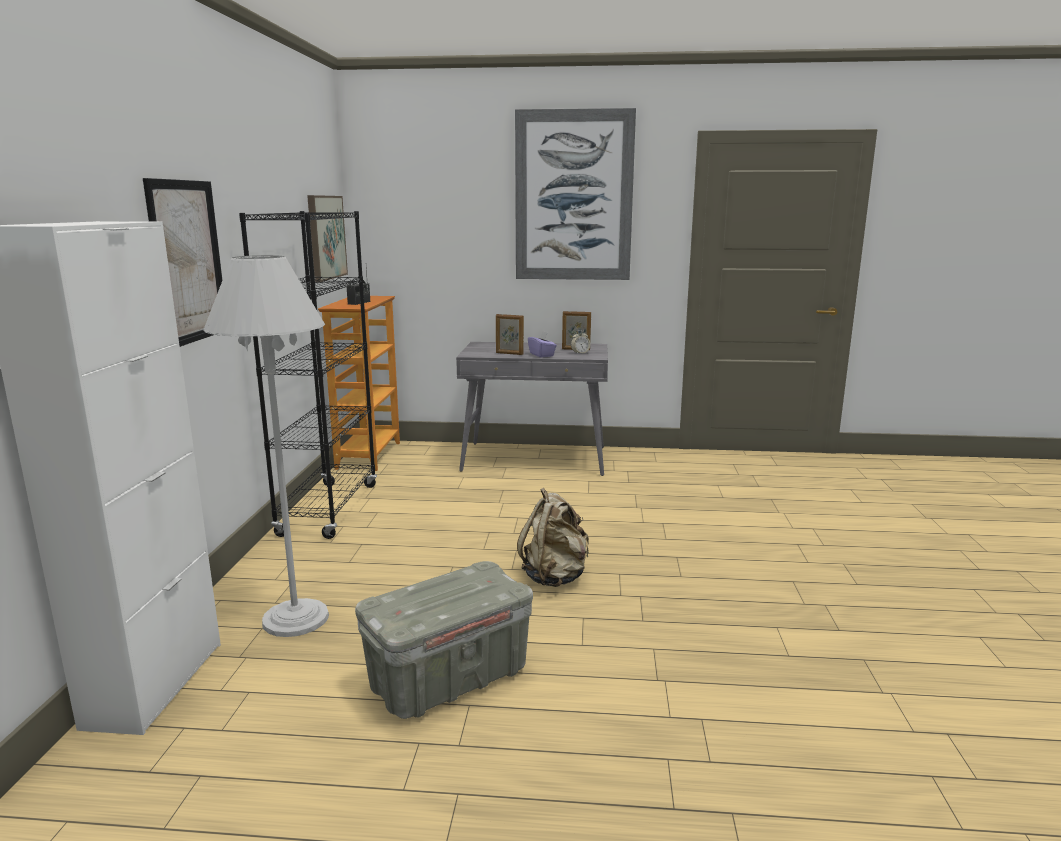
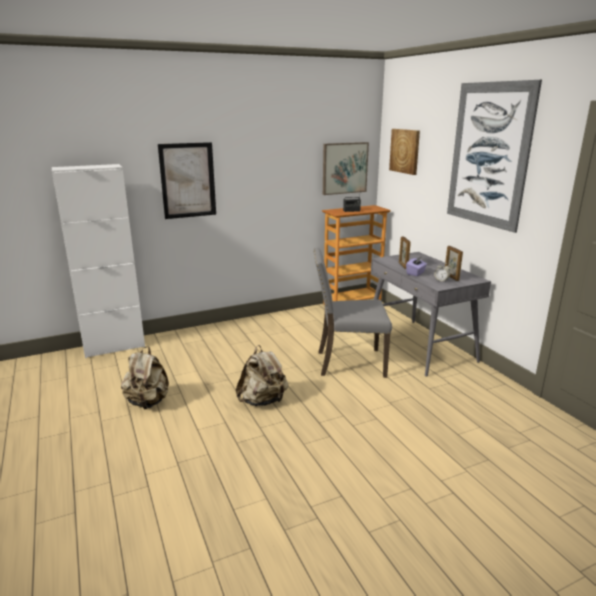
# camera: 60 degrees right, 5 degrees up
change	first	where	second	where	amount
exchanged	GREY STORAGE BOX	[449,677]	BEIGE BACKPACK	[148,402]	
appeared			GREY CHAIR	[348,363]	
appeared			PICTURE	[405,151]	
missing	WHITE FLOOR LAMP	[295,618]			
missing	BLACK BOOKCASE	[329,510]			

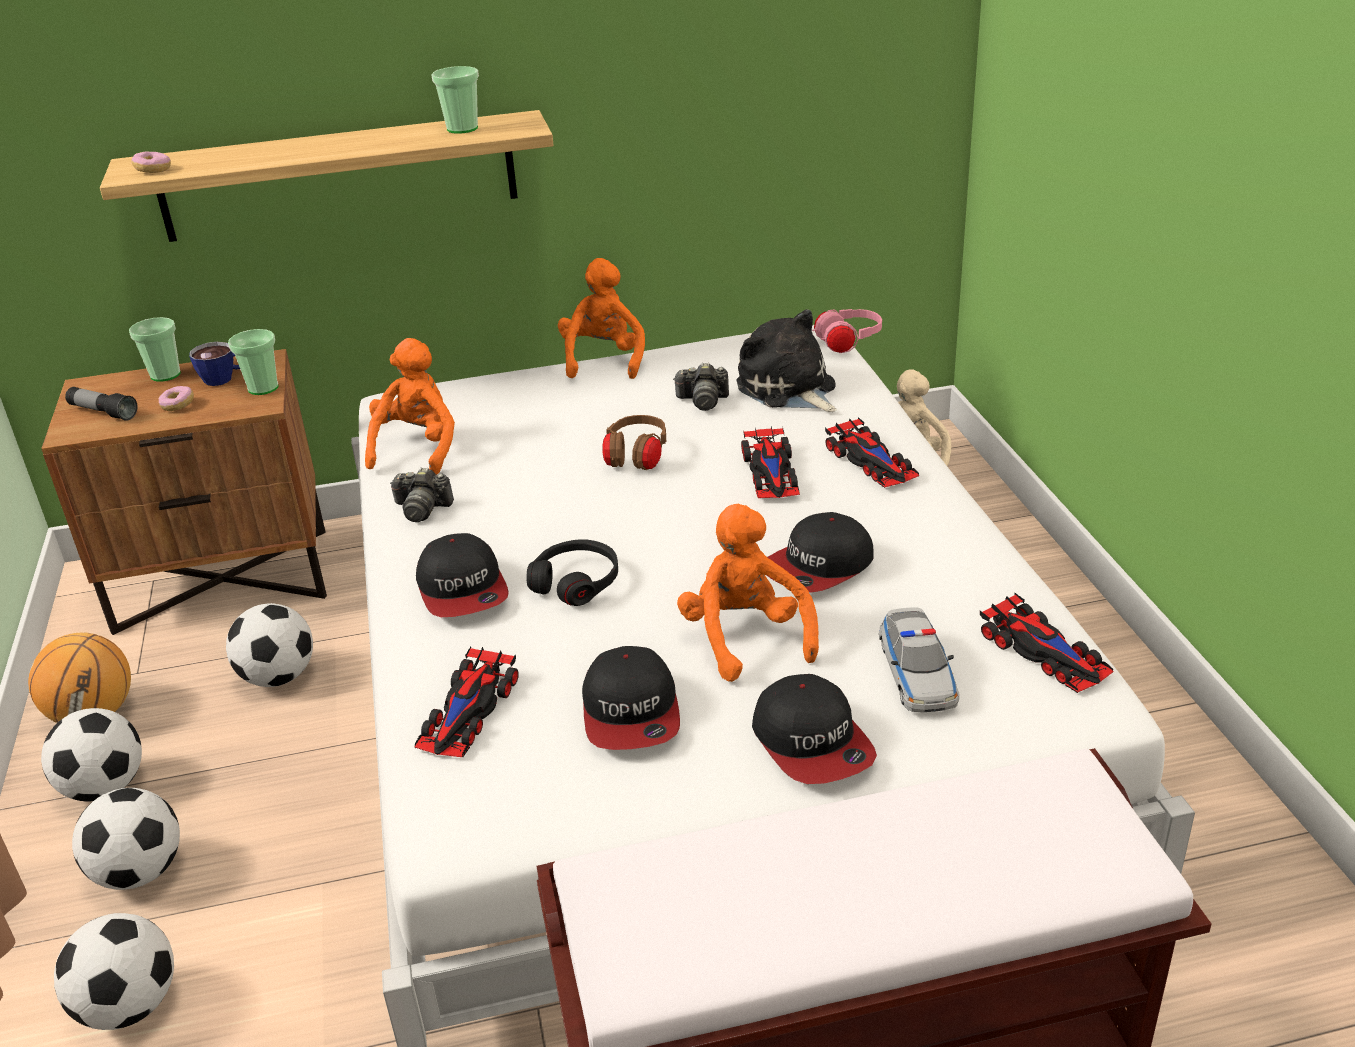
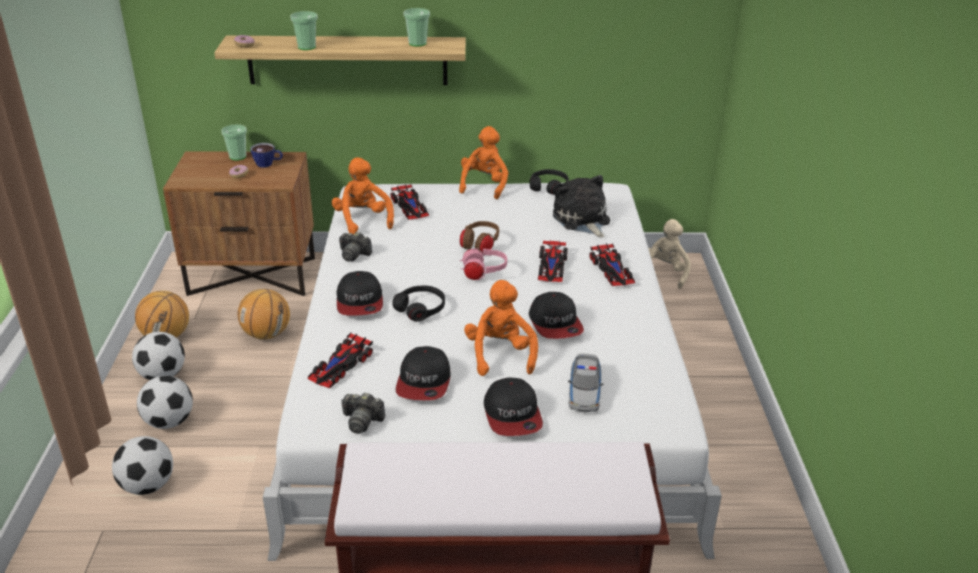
# camera: 10 degrees right, 0 degrees up
change	first	where	second	where	amount
exchanged	FOOTBALL	[278,677]	BASKETBALL	[267,334]	
relocated	CUP	[263,388]		[306,47]	
spun	ORANGE PLUSH TOY	[417,448]		[363,220]	45 degrees counterclockwise
relocated	PHOTO CAMERA	[703,401]		[362,421]	
relocated	TOY CAR	[1044,652]		[410,207]	
relocated	PINK HEADPHONES	[847,344]		[483,273]	
spun	CAP	[818,567]		[556,324]	75 degrees counterclockwise
appeared			BLACK HEADPHONES	[548,187]	
missing	FLASHLIGHT	[103,412]			

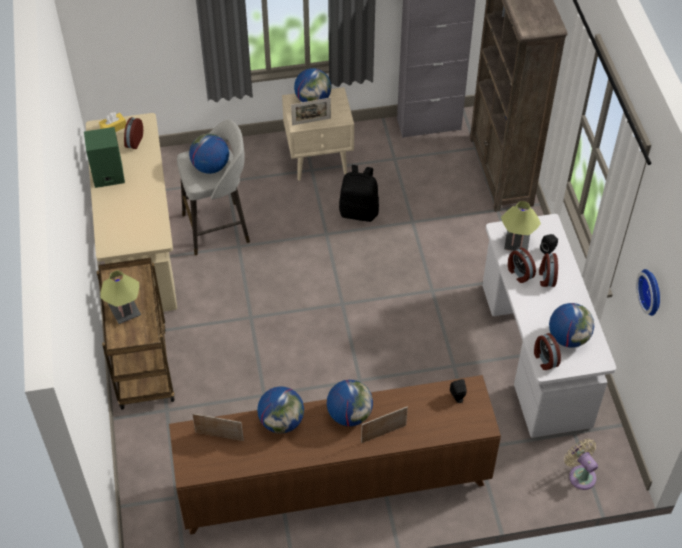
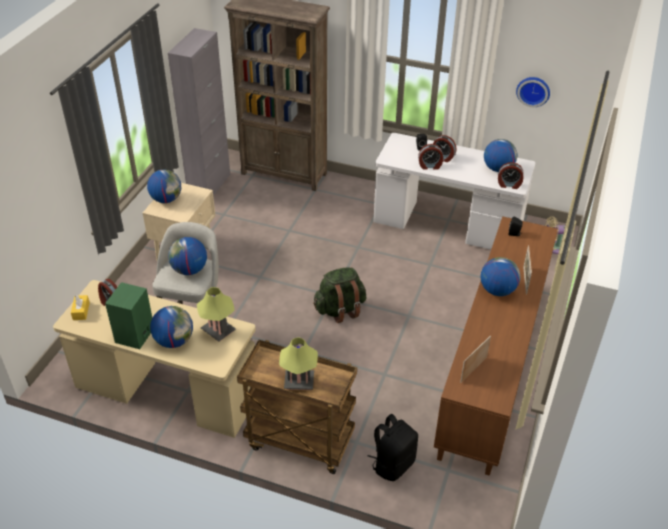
# camera: 60 degrees left, 10 degrees down
change	first	where	second	where	amount
relocated	GLOBE	[281,421]		[174,341]	
relocated	TABLE LAMP	[517,242]		[218,331]	
appeared			GREEN BACKPACK	[340,309]	
relocated	BLACK BACKPACK	[359,211]		[392,464]	
missing	PICTURE FRAME	[311,121]			

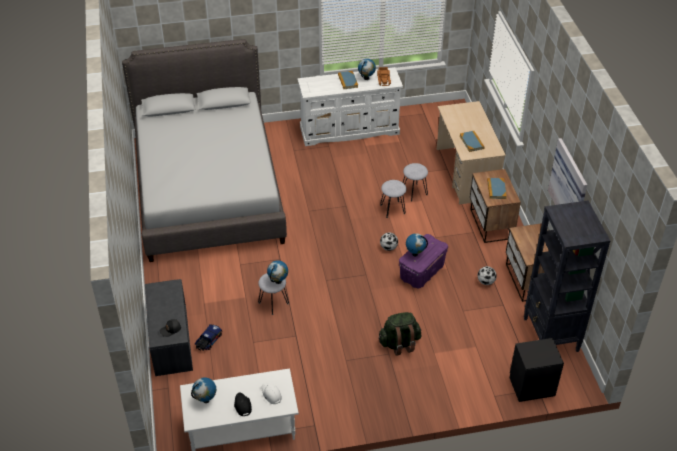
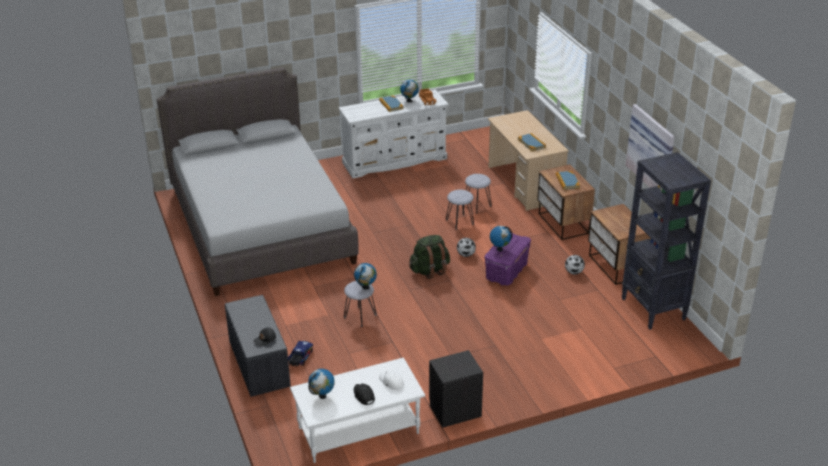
# camera: 10 degrees left, 10 degrees down
change	first	where	second	where	amount
relocated	GREEN BACKPACK	[399,343]		[430,270]	
relocated	BLACK NIGHTSTAND	[532,386]		[455,410]	

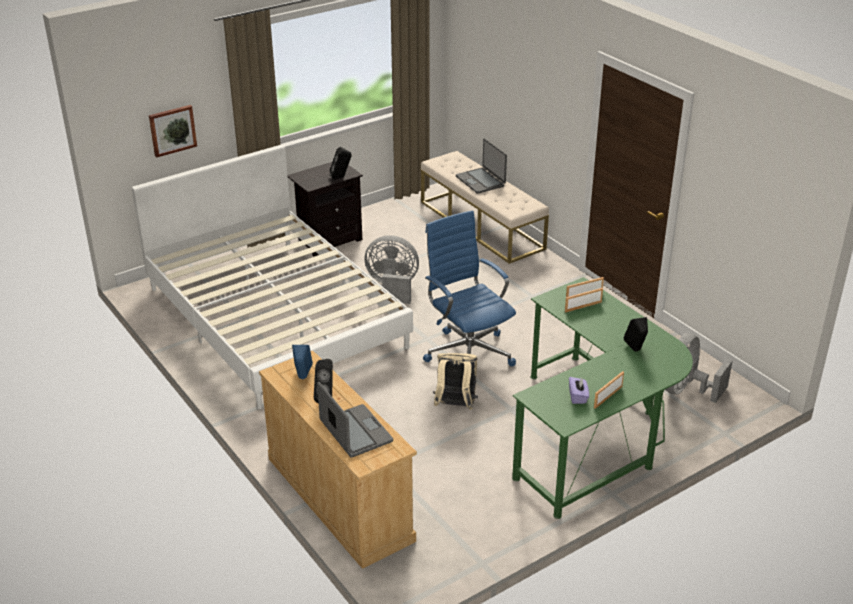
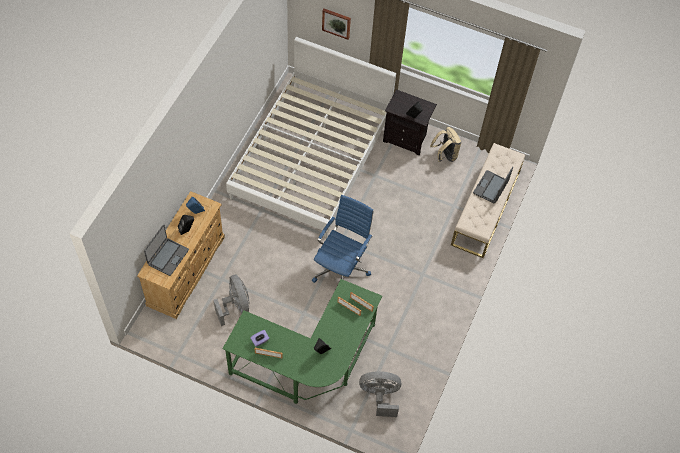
# camera: 55 degrees right, 25 degrees up
change	first	where	second	where	amount
relocated	GREY FAN	[392,288]		[235,306]	
relocated	BEIGE BACKPACK	[455,406]		[445,155]	

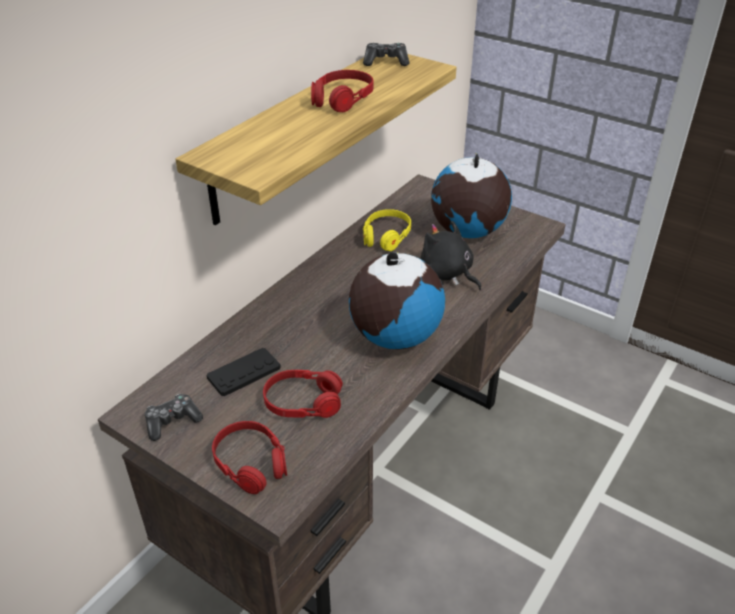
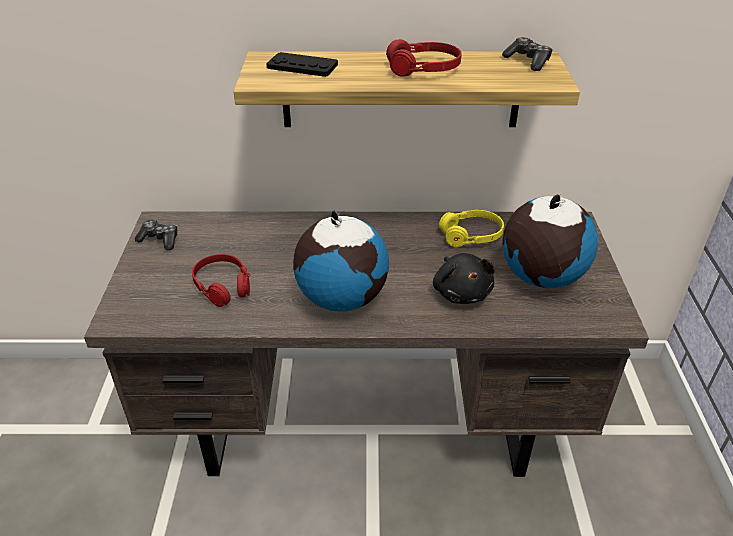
# camera: 55 degrees right, 0 degrees up
change	first	where	second	where	amount
relocated	BLACK GAME CONTROLLER	[244,373]		[302,66]	
spun	BLACK PLUSH TOY	[448,274]		[461,292]	150 degrees clockwise
missing	RED HEADPHONES	[251,463]			

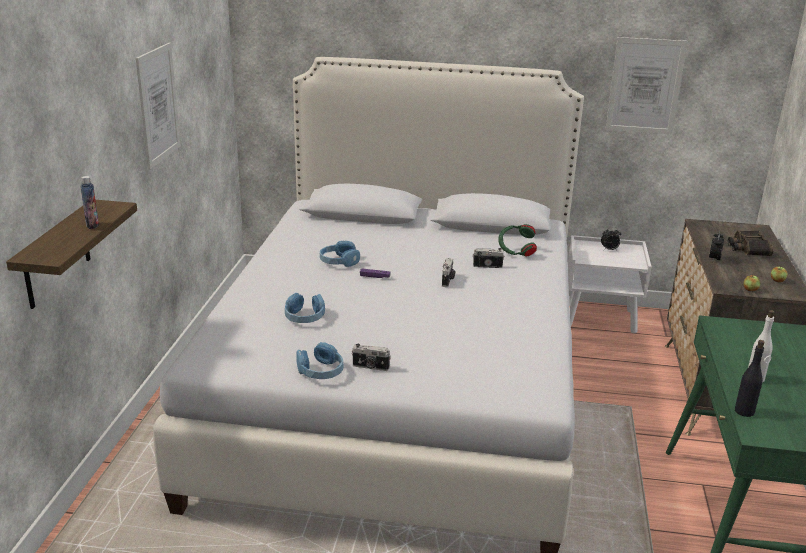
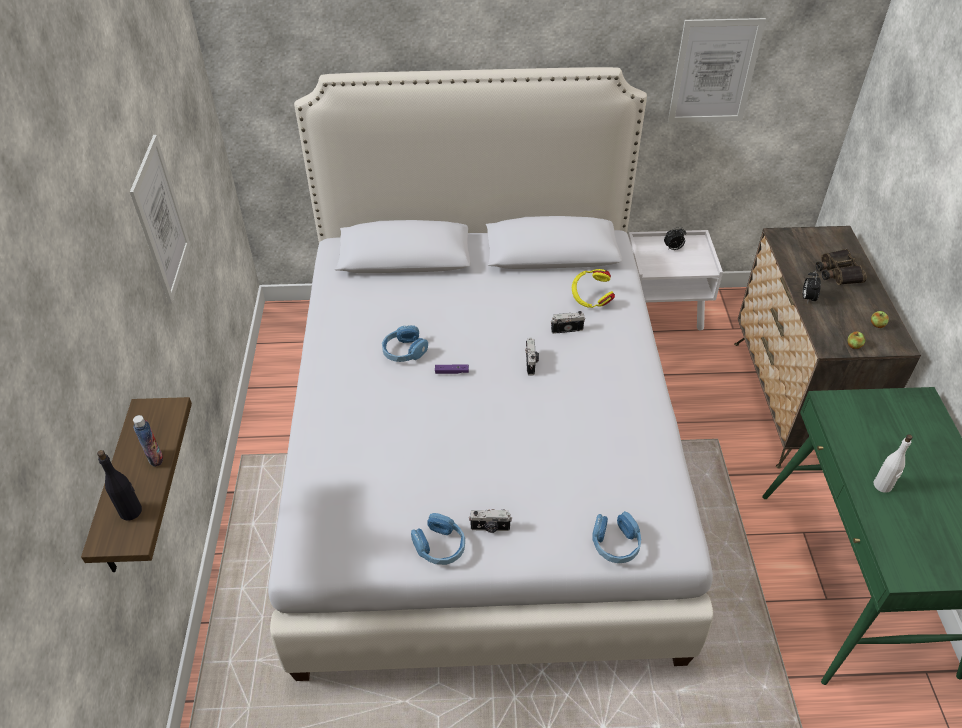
# camera: 10 degrees left, 20 degrees up
change	first	where	second	where	amount
relocated	BLACK BOTTLE	[744,411]		[131,511]	
colour	GREEN HEADPHONES	[516,252]	YELLOW HEADPHONES	[591,300]	
relocated	BLUE HEADPHONES	[304,317]		[615,543]	

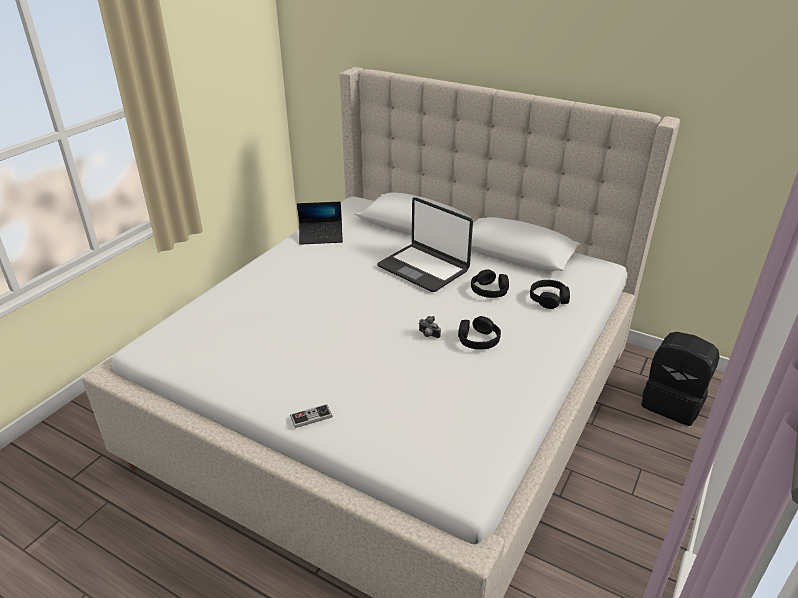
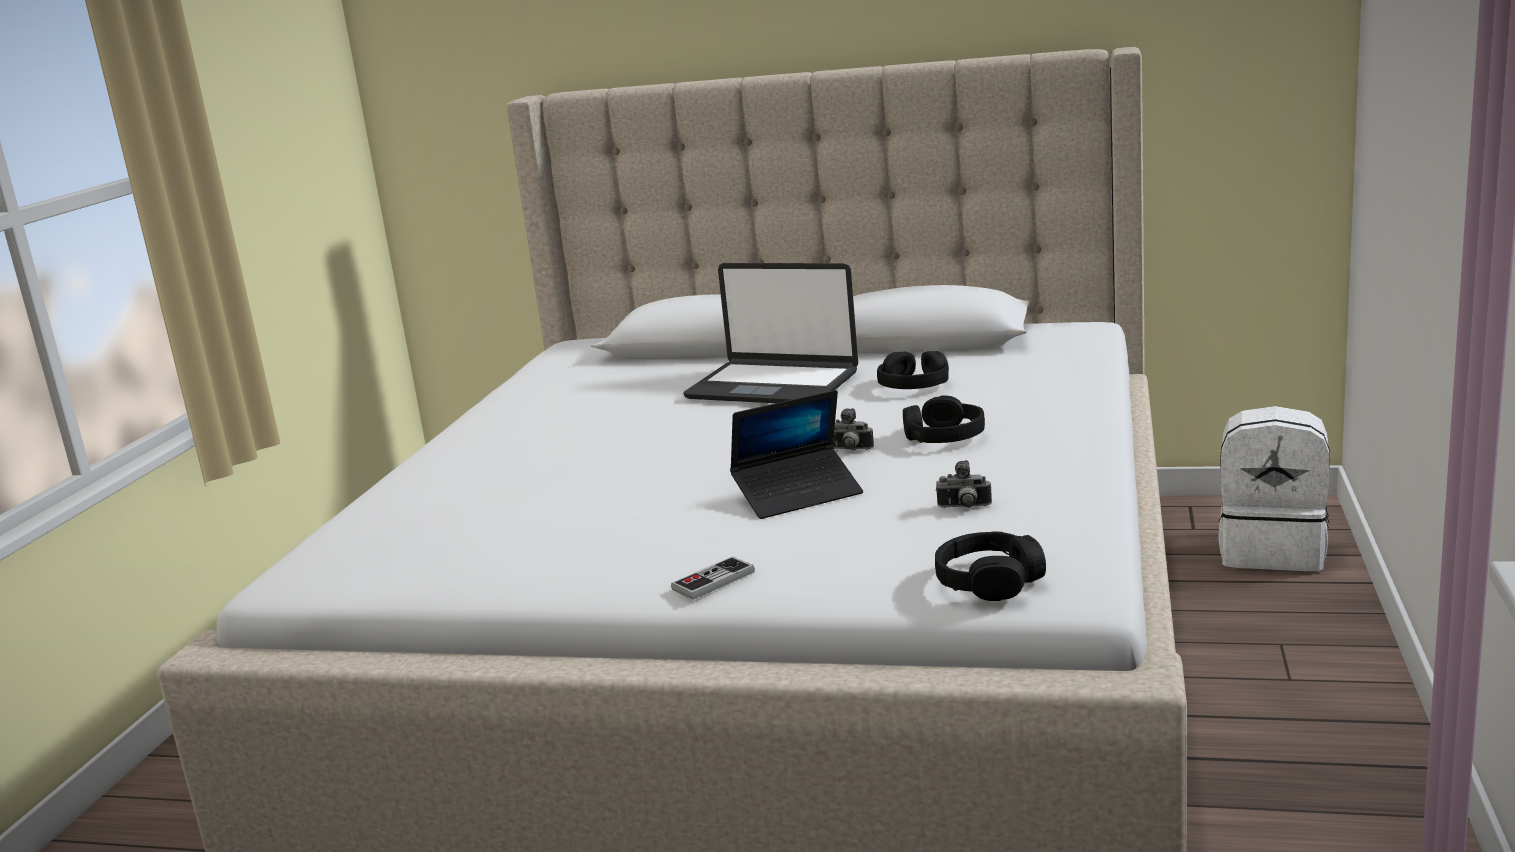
# camera: 15 degrees left, 15 degrees down
change	first	where	second	where	amount
relocated	LAPTOP	[321,237]		[798,494]	
relocated	BLACK HEADPHONES	[548,299]		[989,581]	
appeared			PHOTO CAMERA	[964,507]	
colour	BLACK BACKPACK	[673,403]	WHITE BACKPACK	[1273,551]	

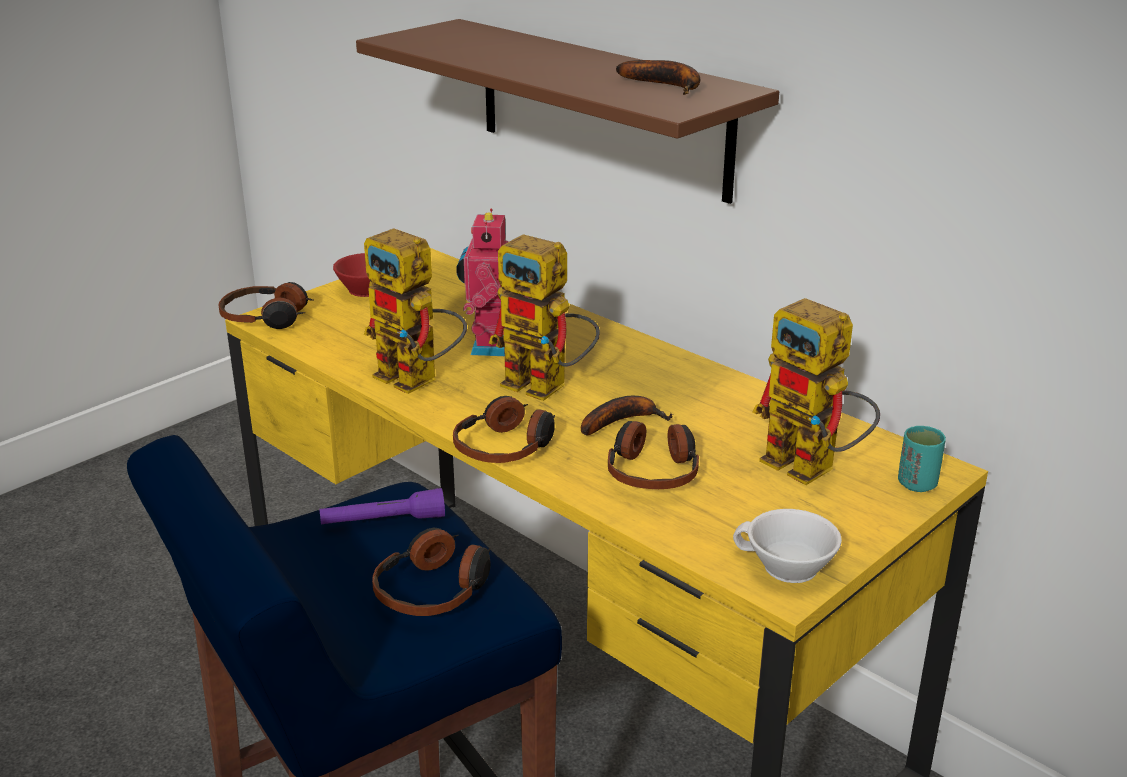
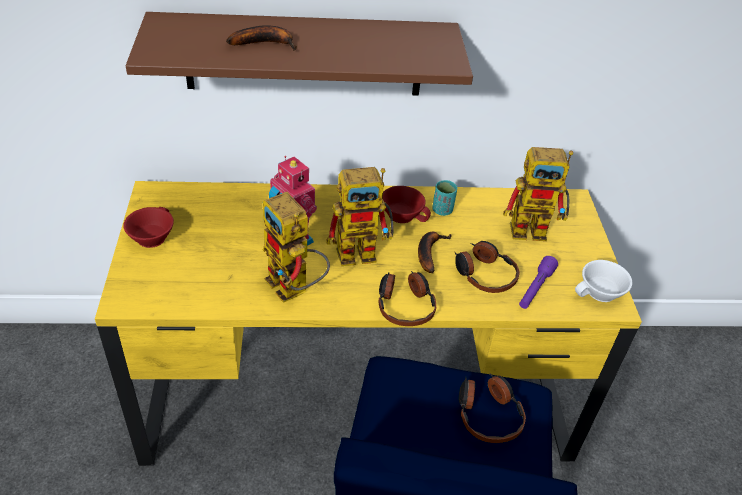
# camera: 50 degrees left, 15 degrees up
change	first	where	second	where	amount
relocated	BANANA	[667,85]		[266,43]	
spun	TOY ROBOT	[418,380]		[294,290]	60 degrees clockwise
appeared			RED CUP	[403,214]	
relocated	TURQUOISE CUP	[917,484]		[442,210]	
relocated	PURPLE FLASHLIGHT	[383,521]		[535,288]	
missing	HEADPHONES	[267,318]			

